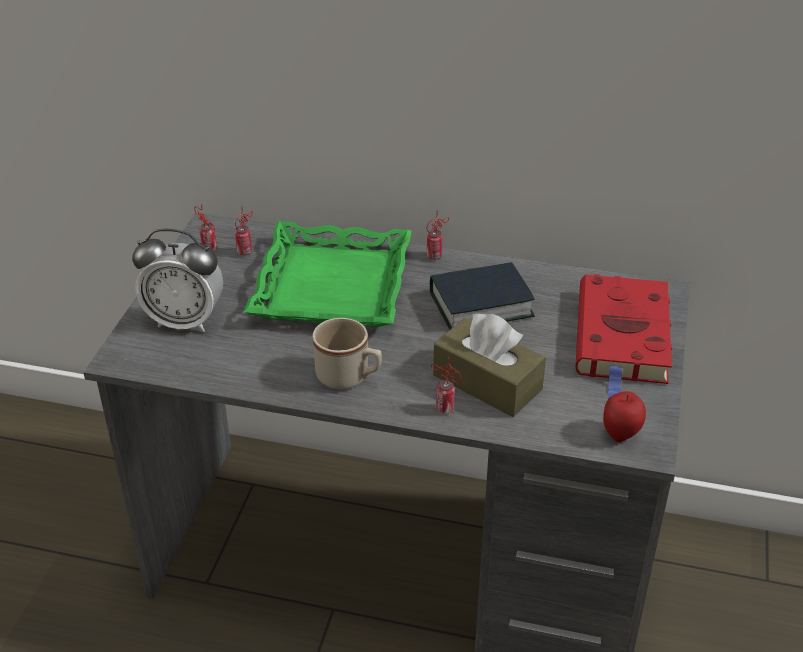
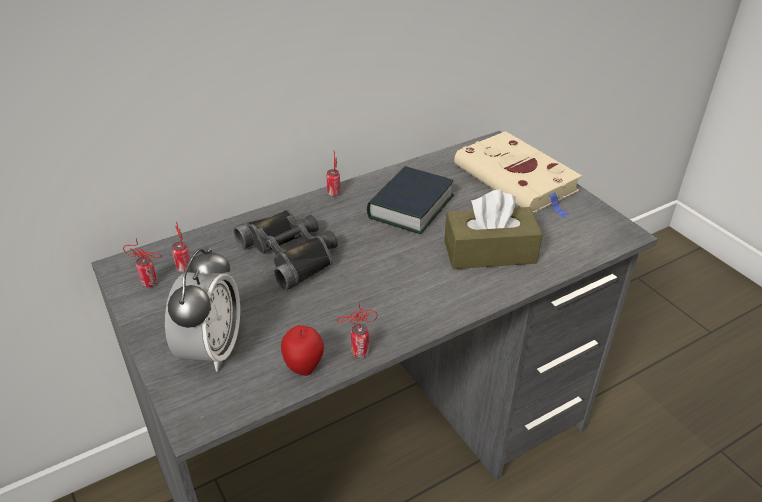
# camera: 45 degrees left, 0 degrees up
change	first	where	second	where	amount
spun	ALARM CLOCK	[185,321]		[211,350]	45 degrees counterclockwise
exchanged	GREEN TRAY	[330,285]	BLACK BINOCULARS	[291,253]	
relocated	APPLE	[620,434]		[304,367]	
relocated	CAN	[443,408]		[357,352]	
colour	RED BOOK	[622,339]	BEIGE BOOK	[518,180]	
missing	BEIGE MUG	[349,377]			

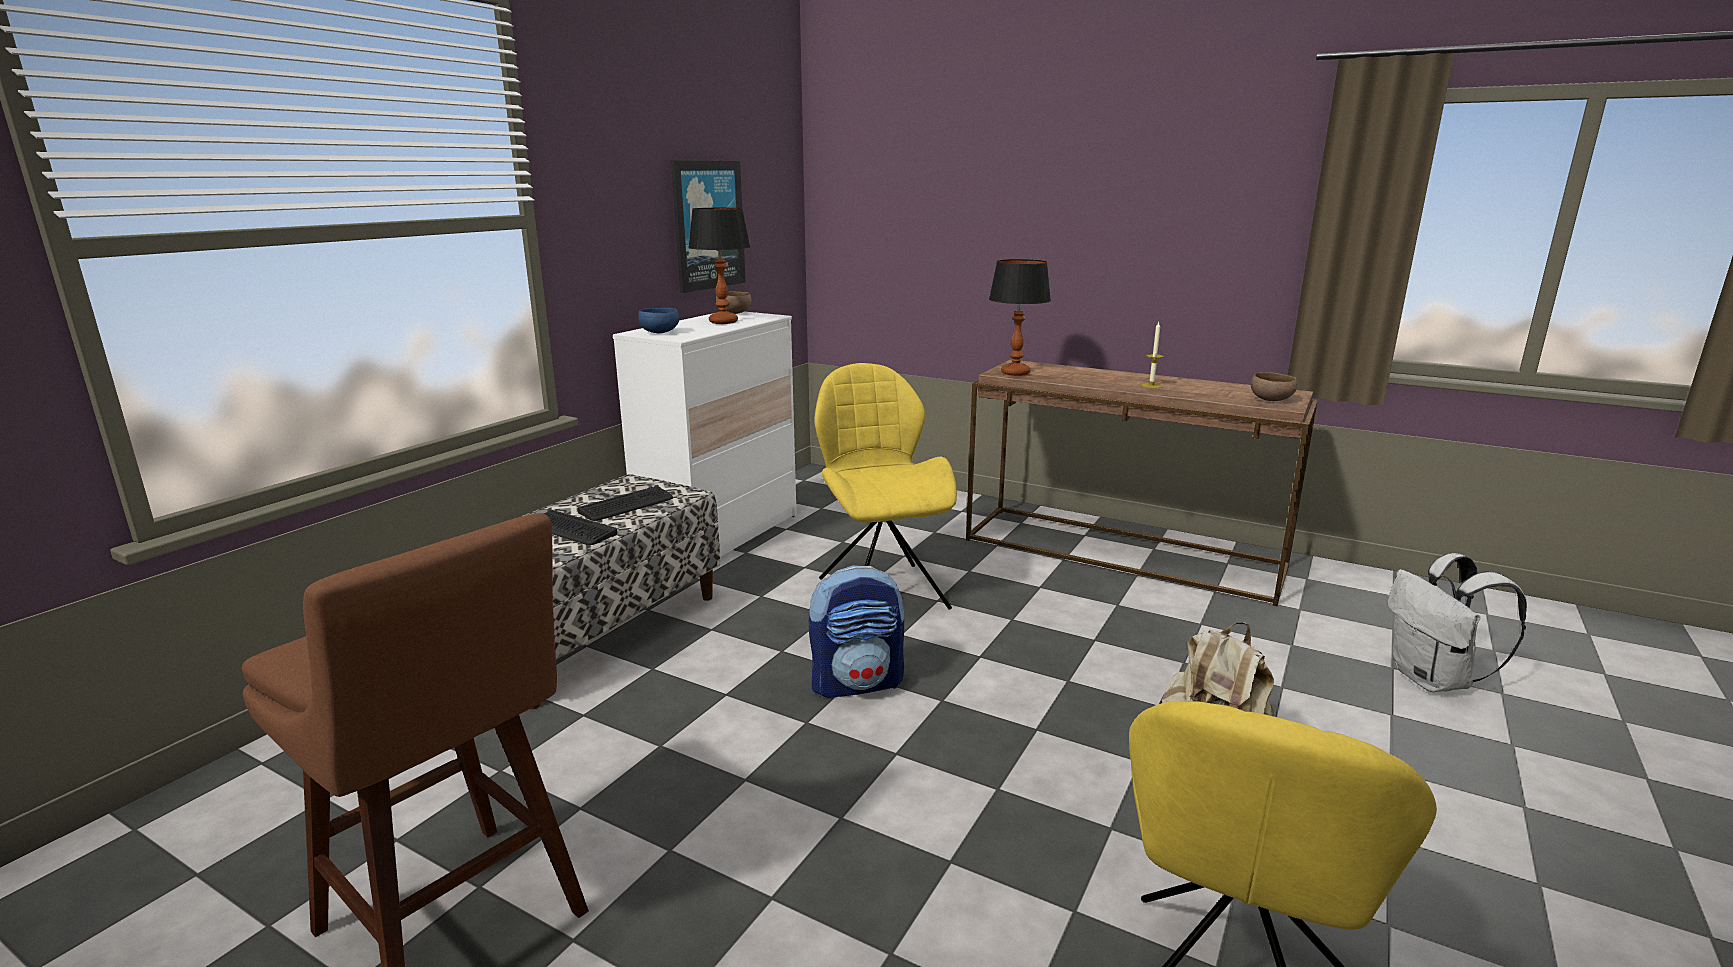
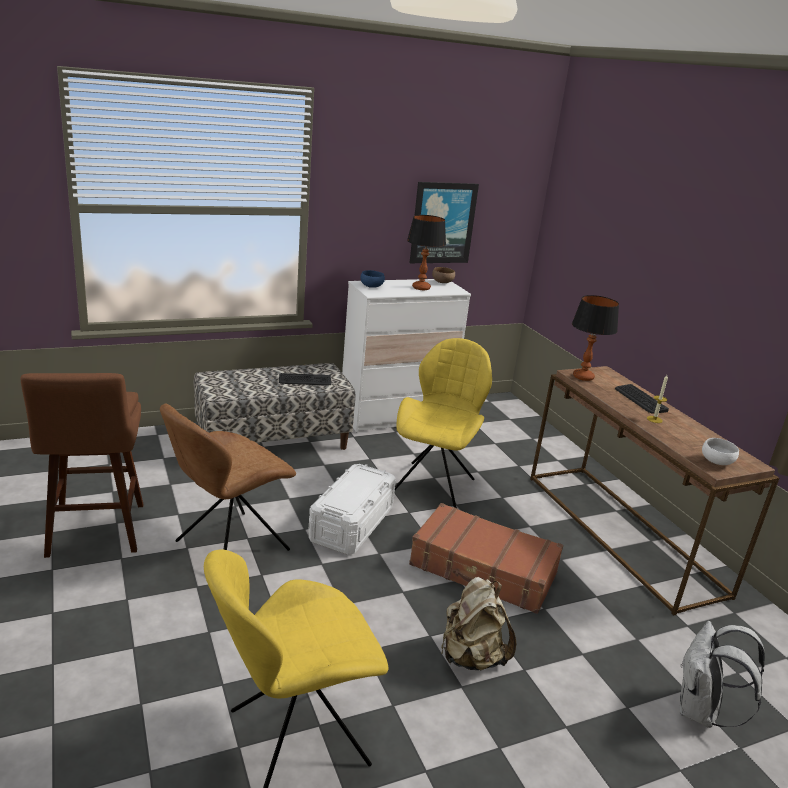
# camera: 35 degrees right, 5 degrees up
change	first	where	second	where	amount
appeared			BROWN CHAIR	[228,547]	
exchanged	BACKPACK	[857,683]	WHITE STORAGE BOX	[352,524]	
appeared			BROWN SUITCASE	[483,570]	
relocated	KEYBOARD	[570,529]		[640,399]	
colour	BROWN BOWL	[1272,400]	WHITE BOWL	[717,462]	

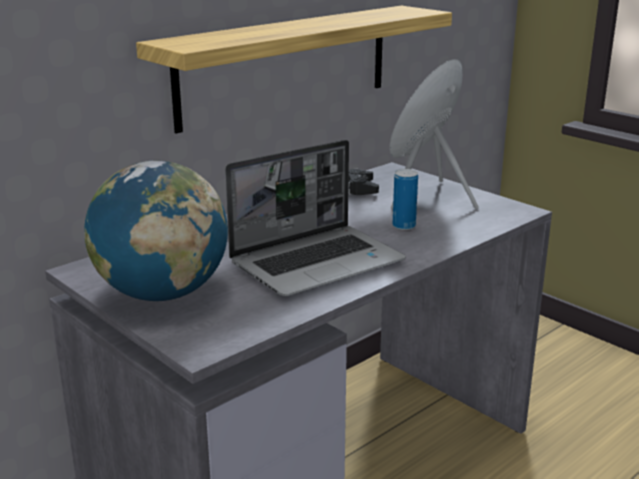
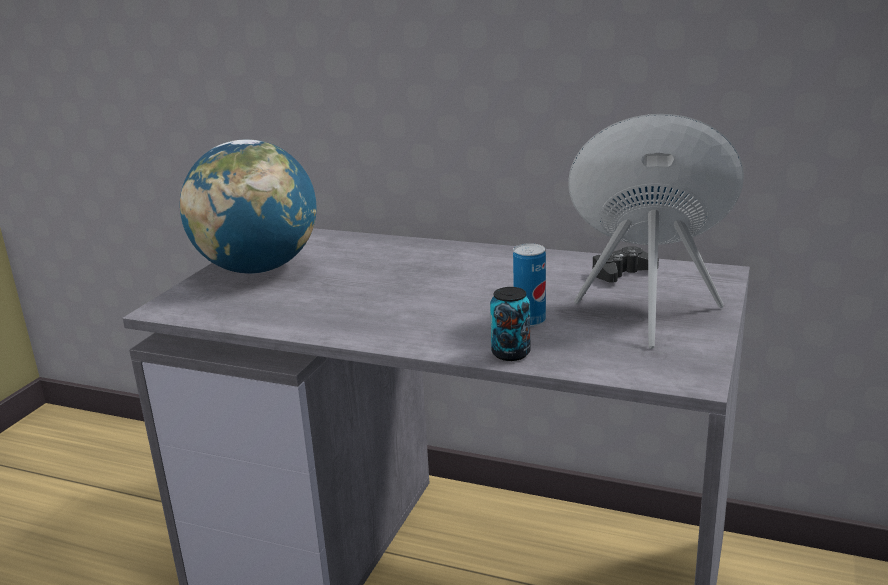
# camera: 65 degrees right, 0 degrees up
change	first	where	second	where	amount
appeared			CAN	[510,353]	
missing	SHELF	[286,65]			
missing	LAPTOP	[318,262]			

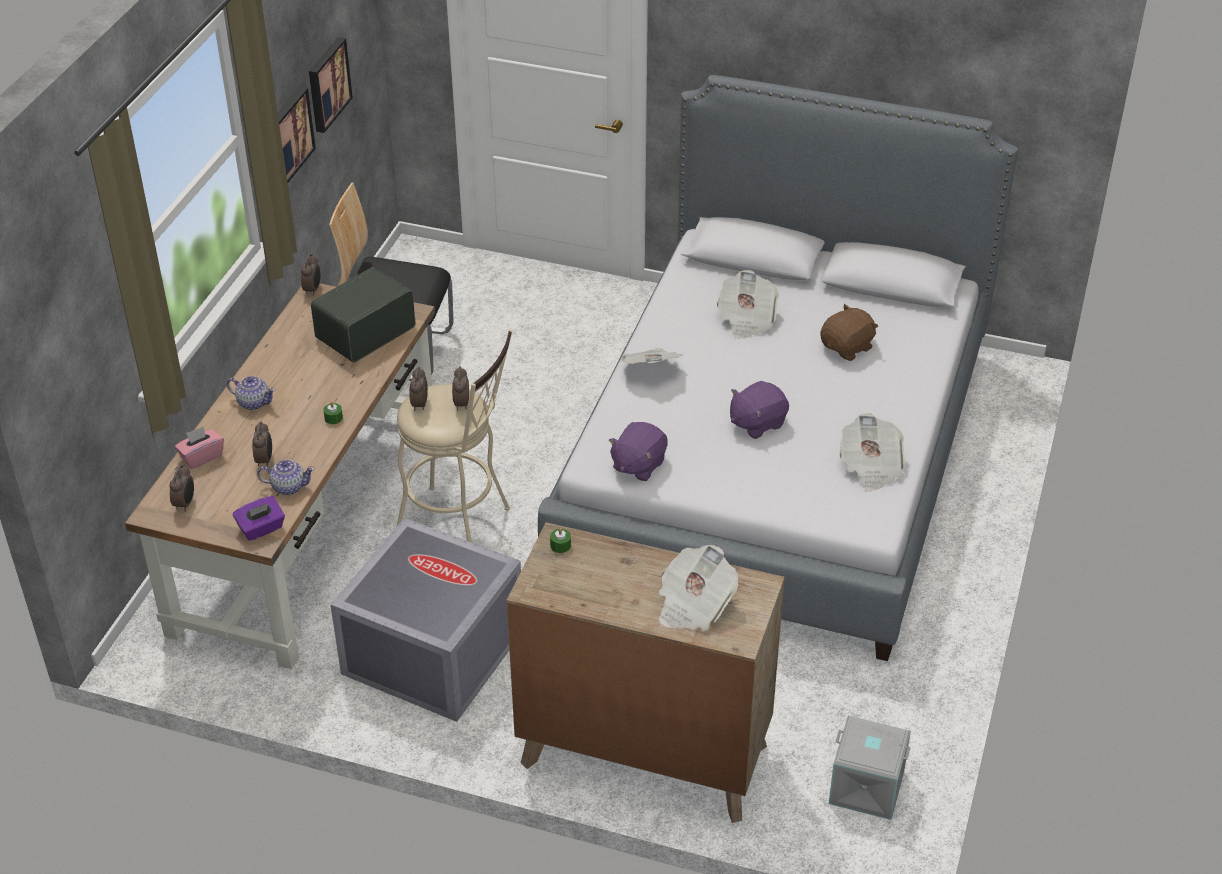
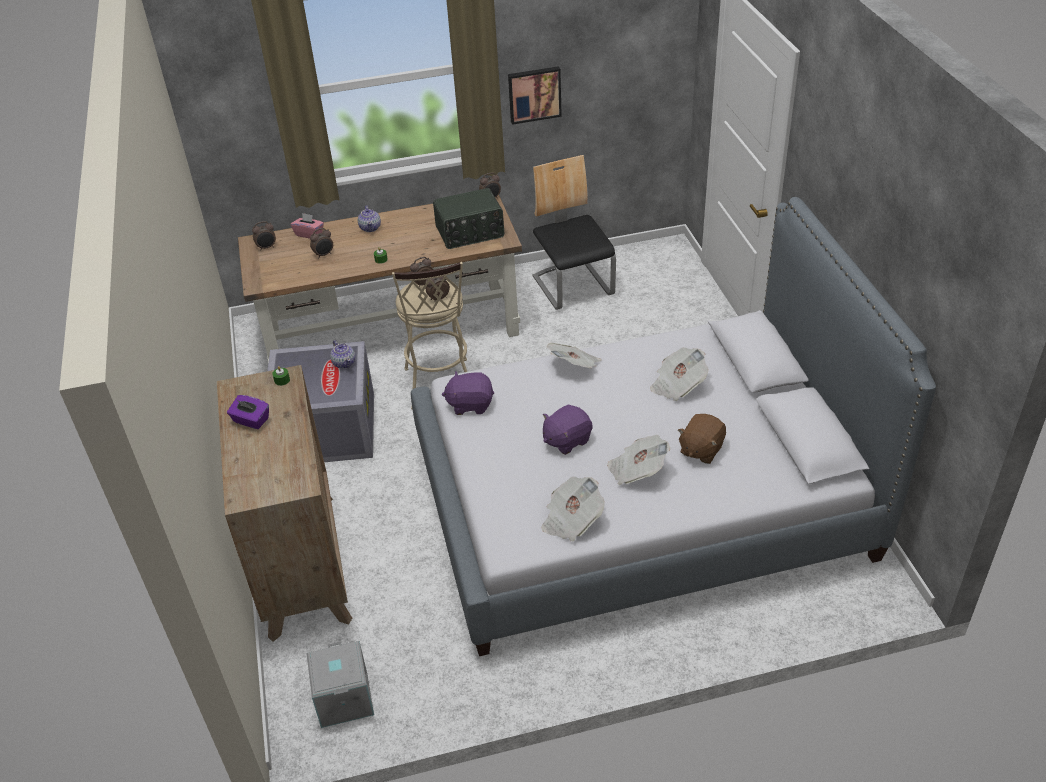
# camera: 60 degrees right, 0 degrees up
change	first	where	second	where	amount
relocated	PURPLE TISSUE BOX	[261,529]		[251,421]	
relocated	TEAPOT	[288,486]		[344,363]	
spun	RADIO	[364,332]		[470,233]	150 degrees clockwise
spun	PURPLE PLUSH TOY	[757,423]		[566,440]	60 degrees counterclockwise
relocated	NEWSPAPER	[693,605]		[637,470]	
spun	BROWN PLUSH TOY	[847,348]		[701,449]	105 degrees clockwise
missing	PICTURE	[327,84]			

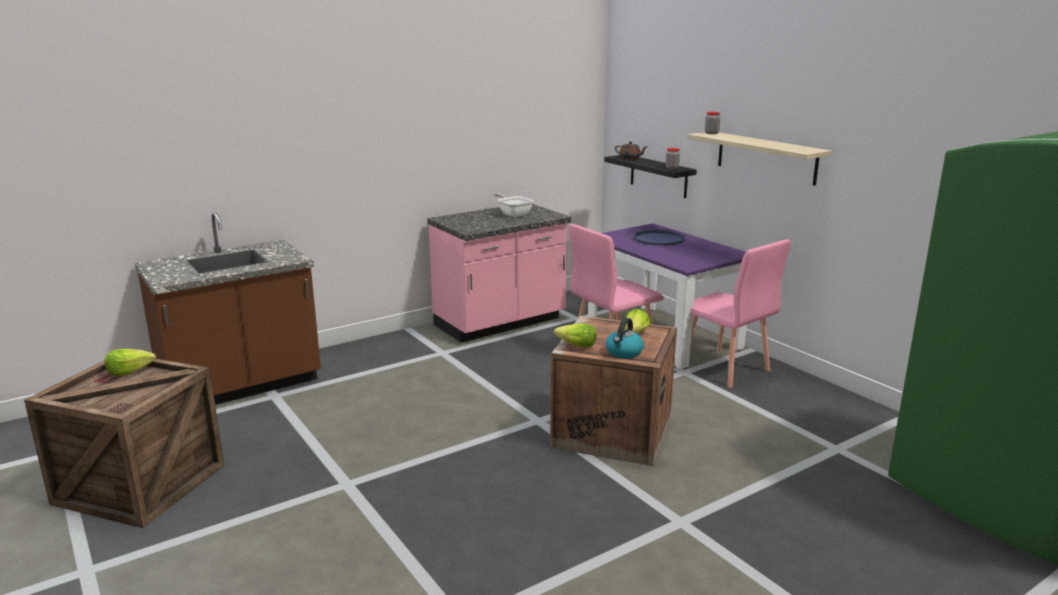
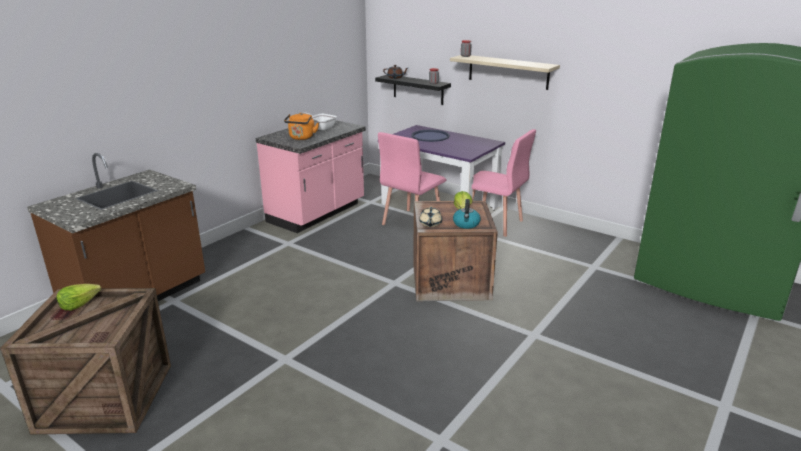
# camera: 20 degrees left, 5 degrees up
change	first	where	second	where	amount
appeared			ORANGE KETTLE	[301,138]	
exchanged	LETTUCE	[576,345]	BEIGE TEAPOT	[430,224]	

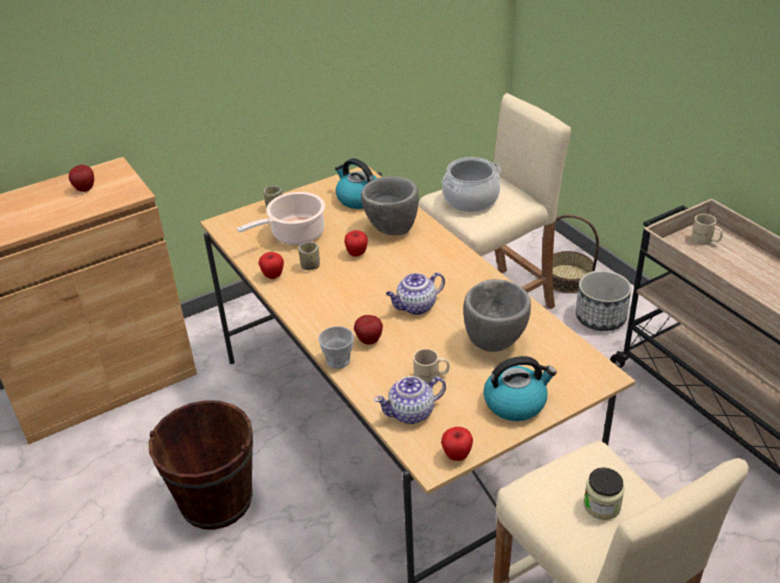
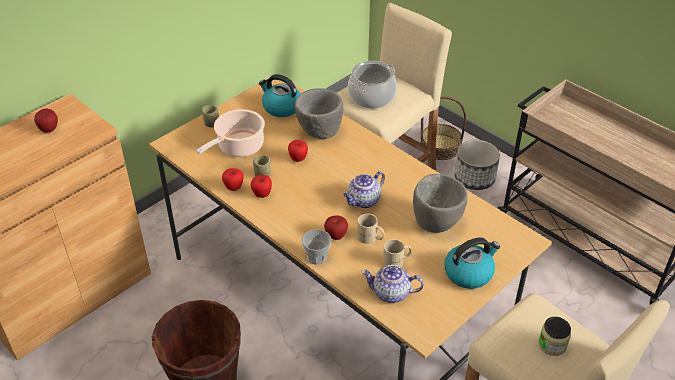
# camera: 15 degrees left, 5 degrees up
change	first	where	second	where	amount
relocated	APPLE	[457,455]		[262,195]	
relocated	BEIGE MUG	[705,241]		[370,238]	
spun	TEAPOT	[412,413]		[391,293]	45 degrees clockwise

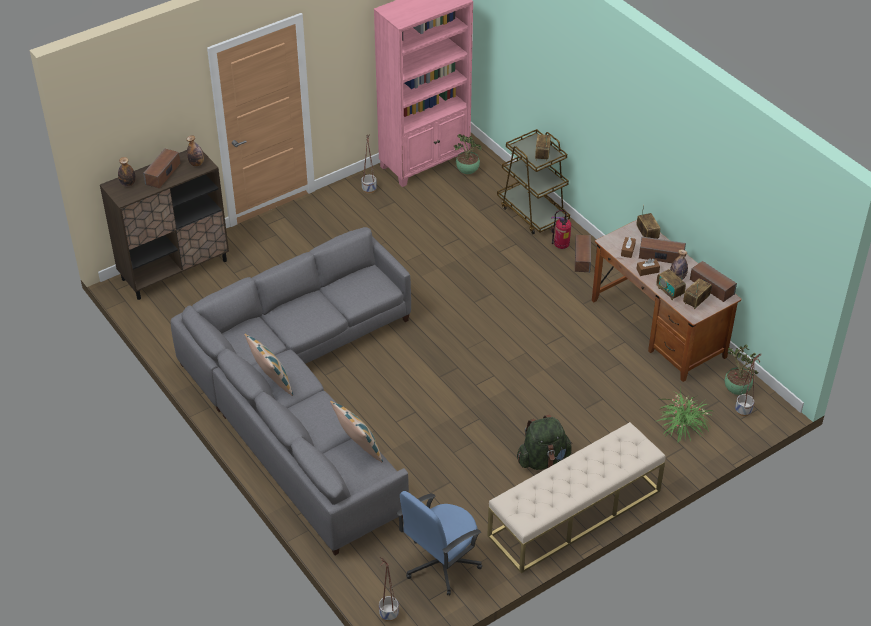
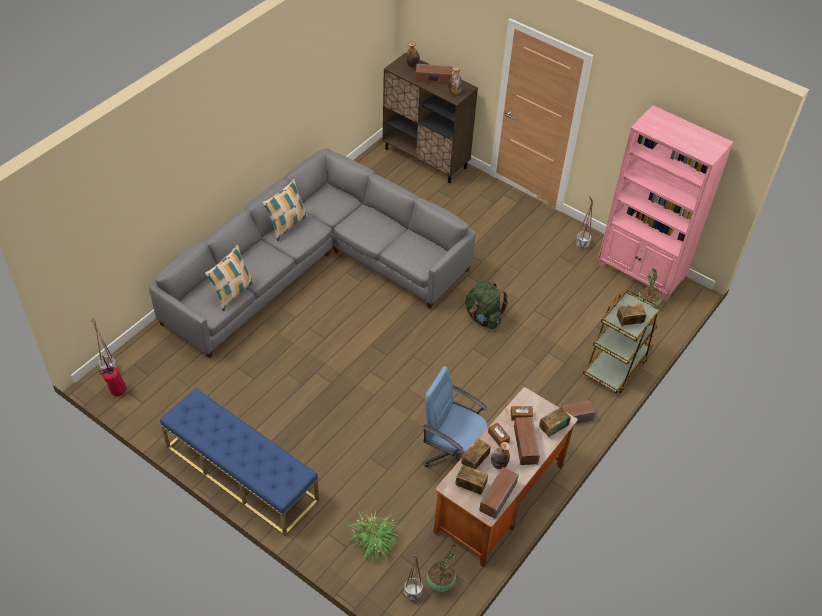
# camera: 70 degrees right, 5 degrees up
change	first	where	second	where	amount
relocated	FIRE EXTINGUISHER	[560,246]		[117,391]	
colour	BEIGE BENCH	[574,513]	BLUE BENCH	[241,473]	
relocated	BLUE OFFICE CHAIR	[440,564]		[454,452]	
relocated	GREEN BACKPACK	[543,460]		[483,317]	

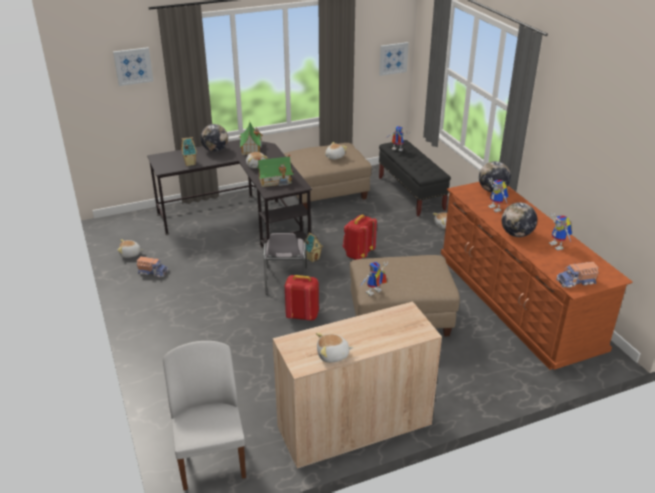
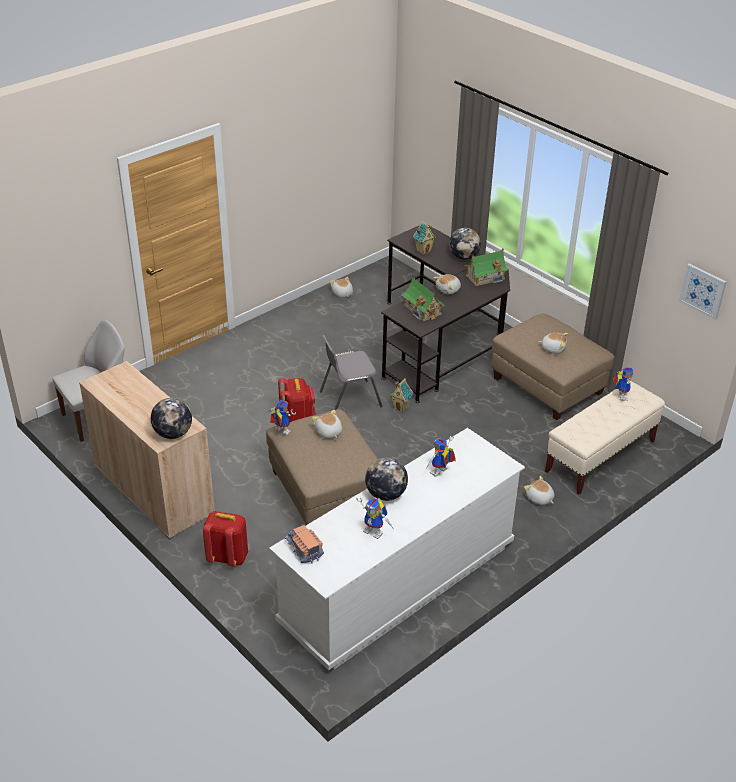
# camera: 70 degrees right, 5 degrees up
change	first	where	second	where	amount
relocated	GLOBE	[492,190]		[173,433]	
relocated	RED BACKPACK	[358,254]		[228,557]	
colour	BROWN DRESSER	[516,303]	WHITE DRESSER	[398,584]	
relocated	PLUSH TOY	[333,355]		[328,432]	
spun	TOY ROBOT	[558,246]		[376,531]	105 degrees counterclockwise
colour	BLACK BENCH	[411,194]	BEIGE BENCH	[600,457]	
missing	PICTURE	[133,66]			
missing	TOY TRUCK	[153,272]			

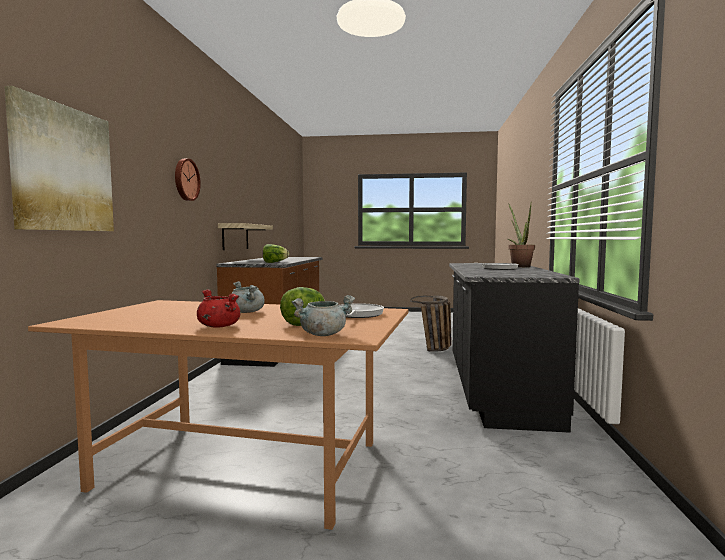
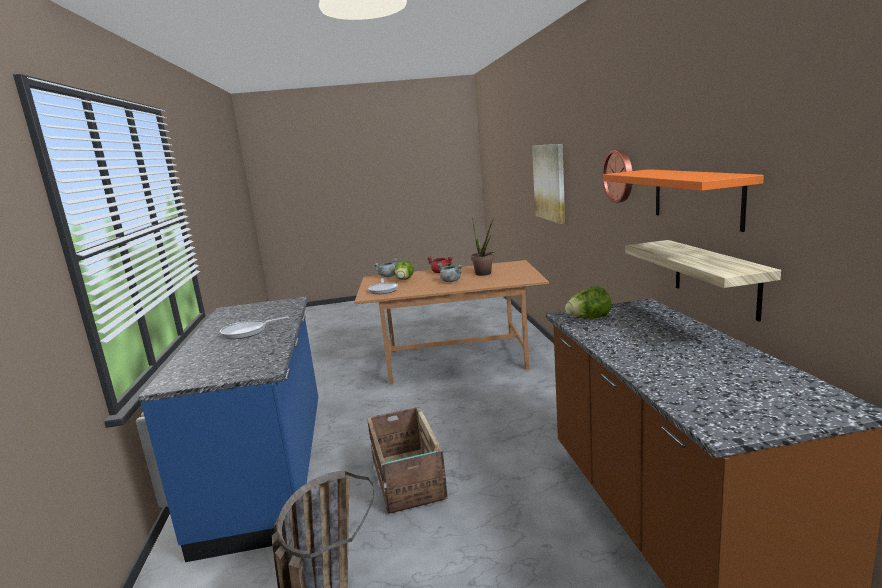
# camera: 165 degrees right, 10 degrees up
change	first	where	second	where	amount
colour	BLACK COUNTER	[496,389]	BLUE COUNTER	[270,469]	
appeared			CRATE	[407,480]	
relocated	POTTED PLANT	[519,266]		[485,274]	
appeared			ORANGE SHELF	[696,197]	

